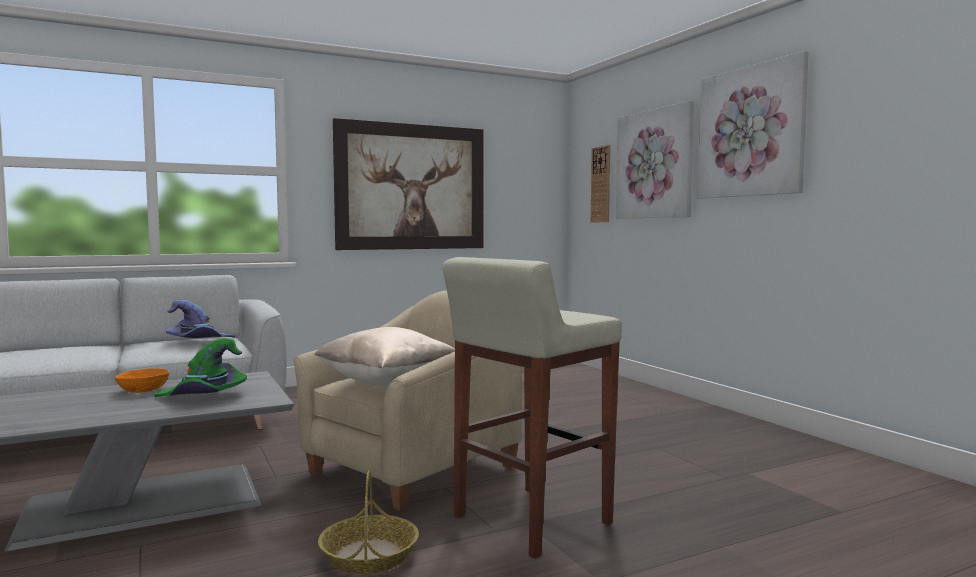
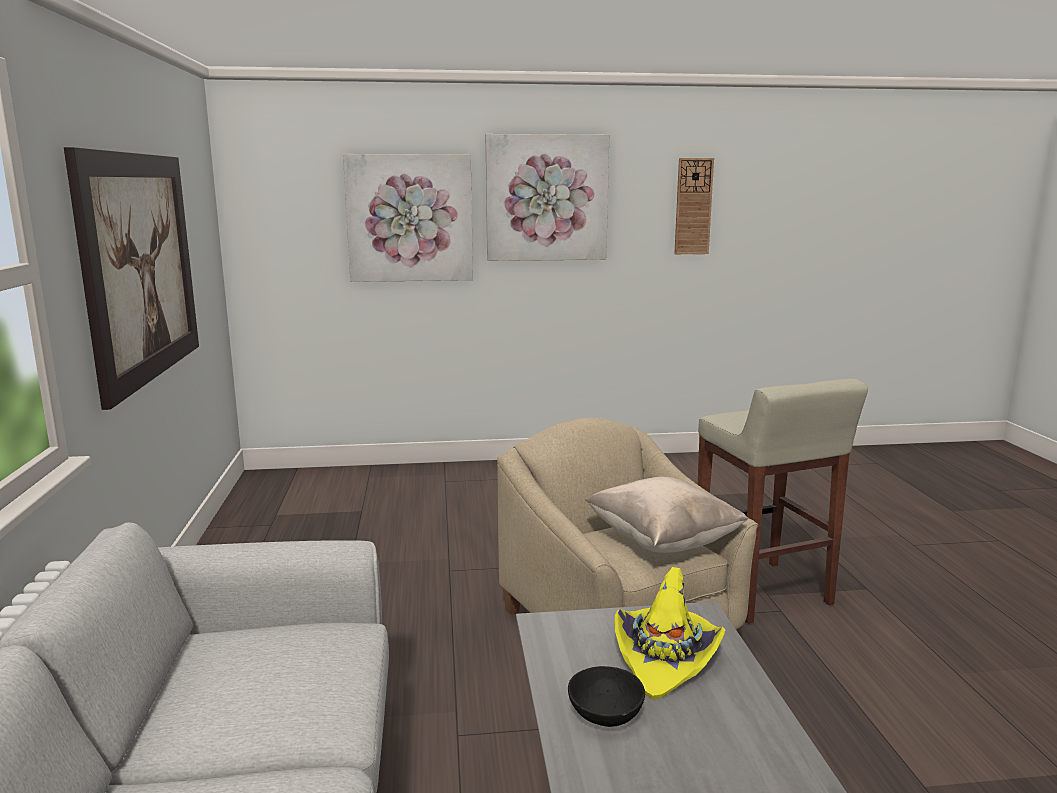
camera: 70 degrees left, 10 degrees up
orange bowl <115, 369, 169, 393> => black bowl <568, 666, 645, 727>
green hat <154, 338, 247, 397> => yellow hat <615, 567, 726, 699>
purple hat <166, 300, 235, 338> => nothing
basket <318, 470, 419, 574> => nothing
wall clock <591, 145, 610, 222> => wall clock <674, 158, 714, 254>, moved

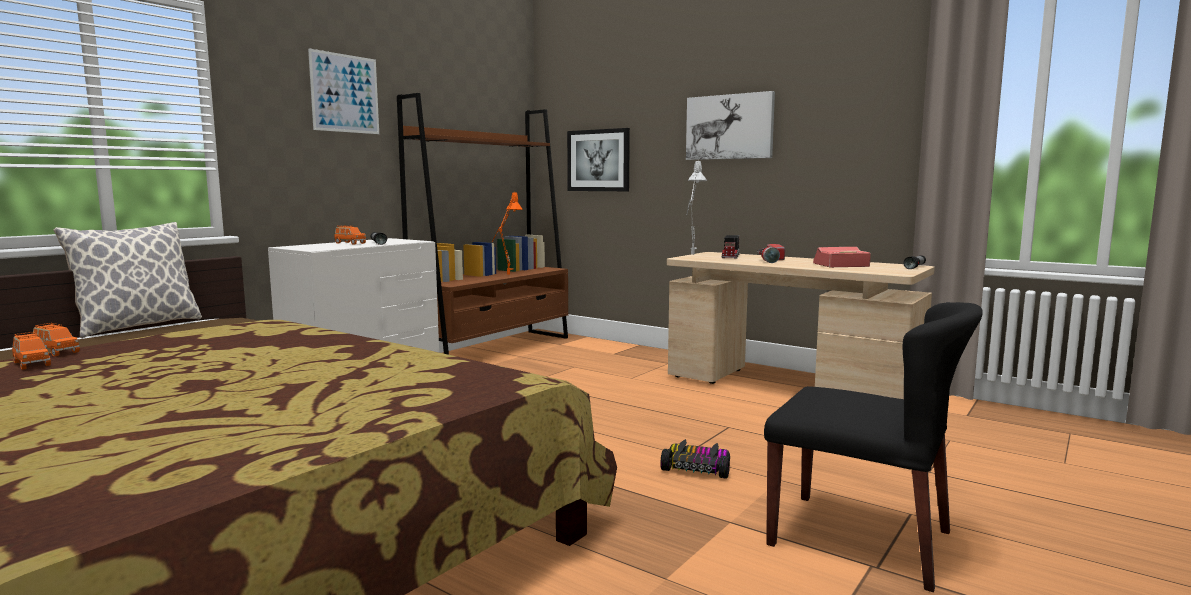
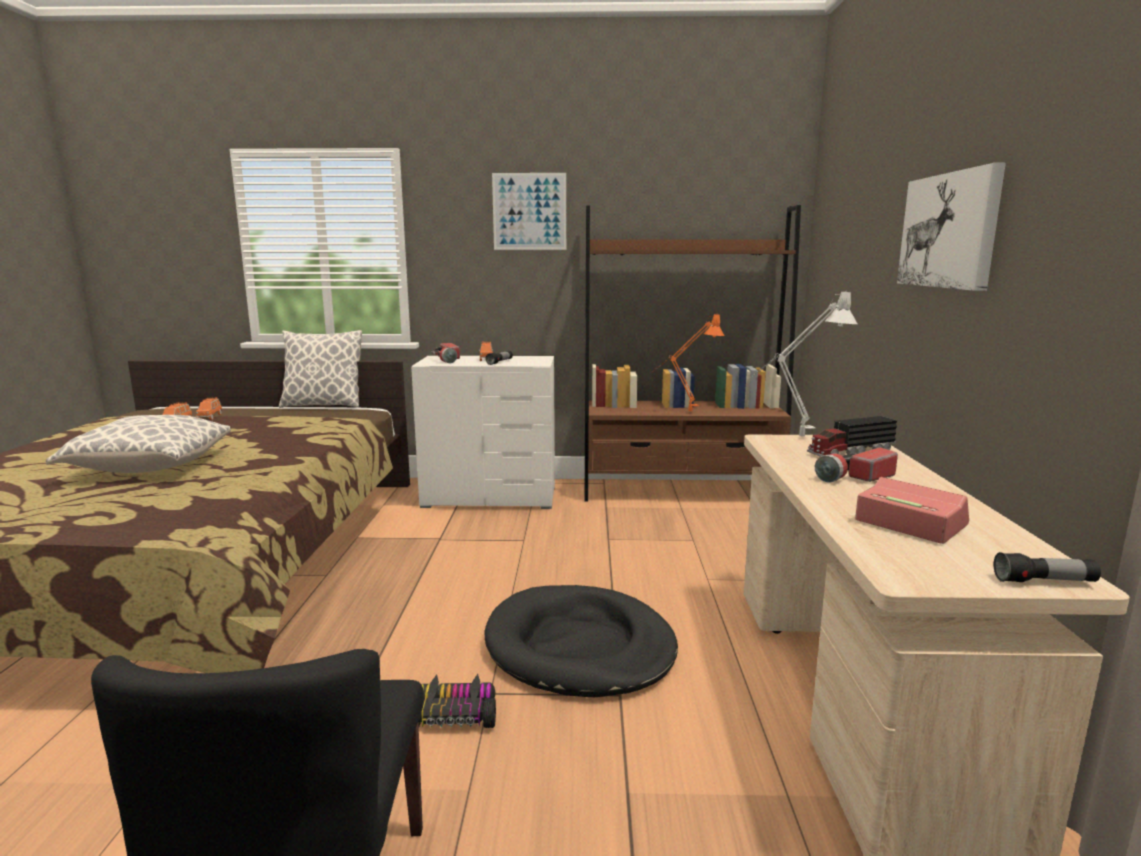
camera: 55 degrees right, 5 degrees up
picture <567, 128, 630, 191> => nothing
toy car <661, 439, 730, 478> => toy car <418, 674, 496, 728>, 75 degrees counterclockwise
nothing => pillow <46, 415, 231, 473>
nothing => flashlight <431, 343, 460, 363>
nothing => black dog bed <484, 585, 678, 697>

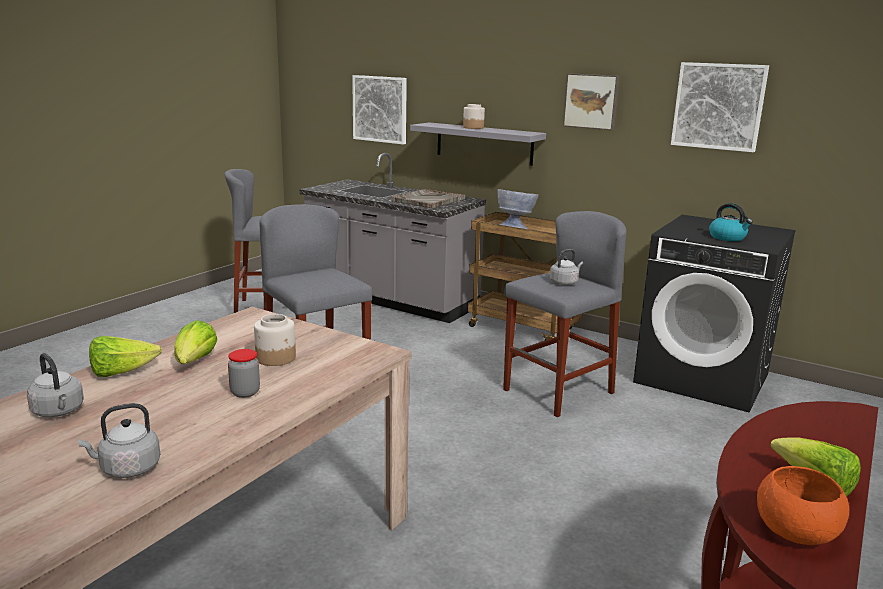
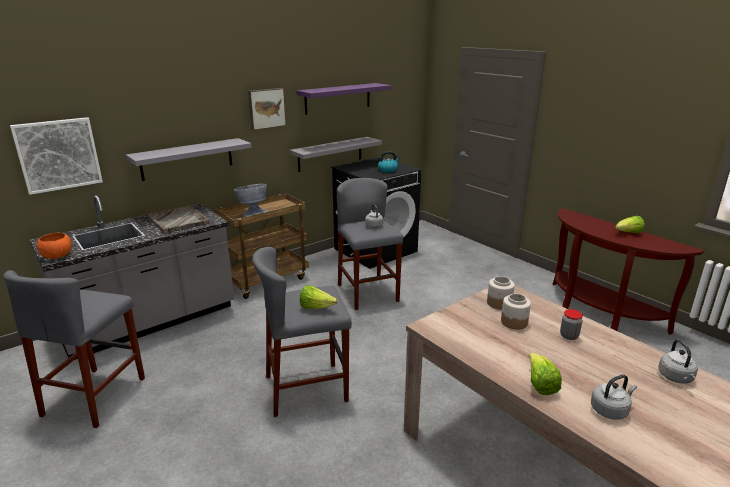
camera: 70 degrees left, 5 degrees up
lettuce <174, 320, 217, 364> => lettuce <300, 285, 338, 309>, moved
jar <463, 104, 485, 129> => jar <487, 276, 515, 310>, moved
picture <671, 62, 769, 152> => purple shelf <296, 83, 391, 115>
orange bowl <757, 466, 849, 545> => orange bowl <37, 233, 72, 259>, moved
nothing => grey shelf <290, 137, 382, 172>

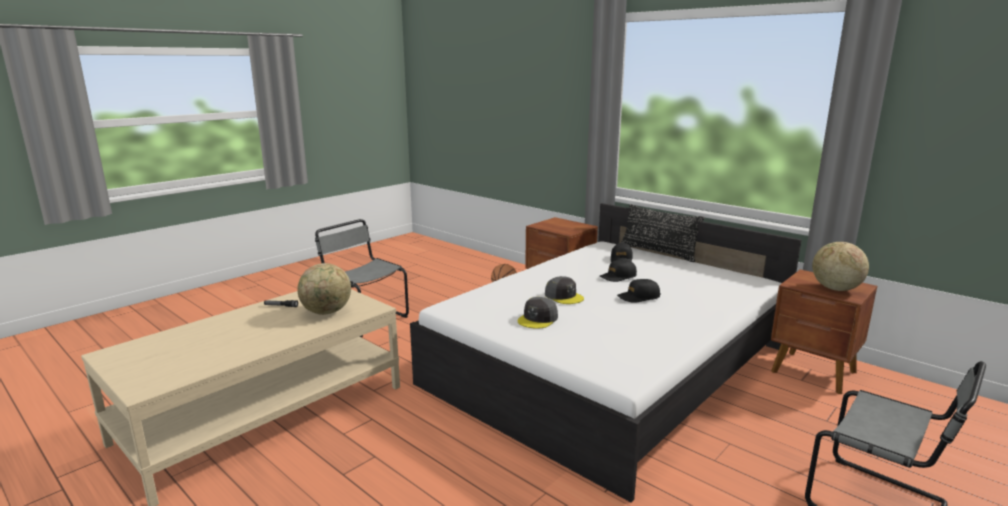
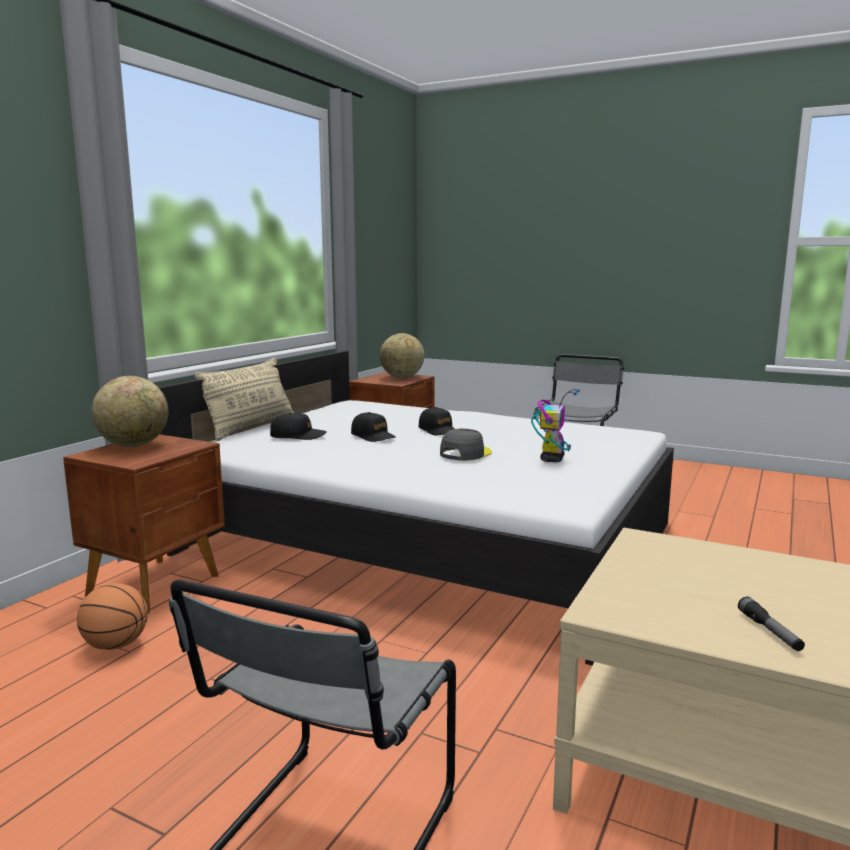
camera: 105 degrees left, 5 degrees down
globe <297, 263, 351, 315> => globe <92, 376, 169, 447>, moved
grey cap <518, 297, 558, 329> => toy robot <531, 389, 580, 462>
black pillow <621, 204, 704, 262> => beige pillow <195, 358, 294, 441>

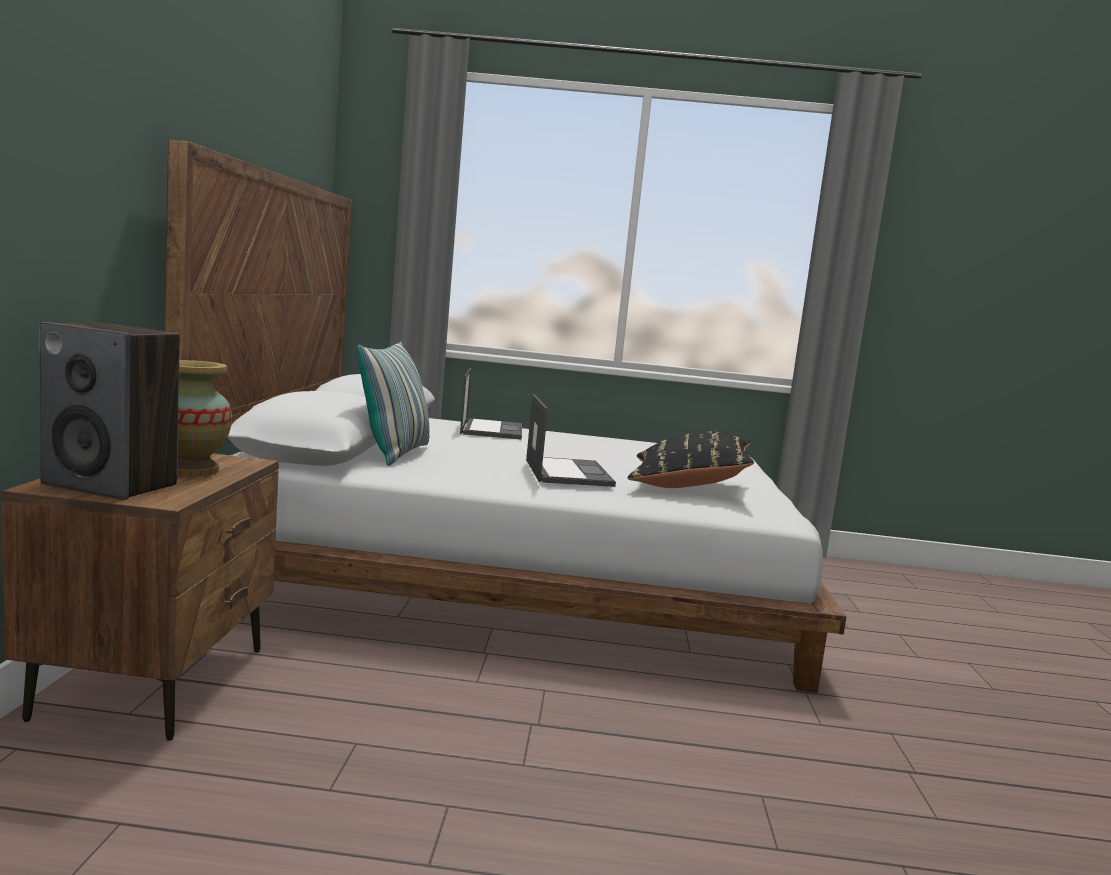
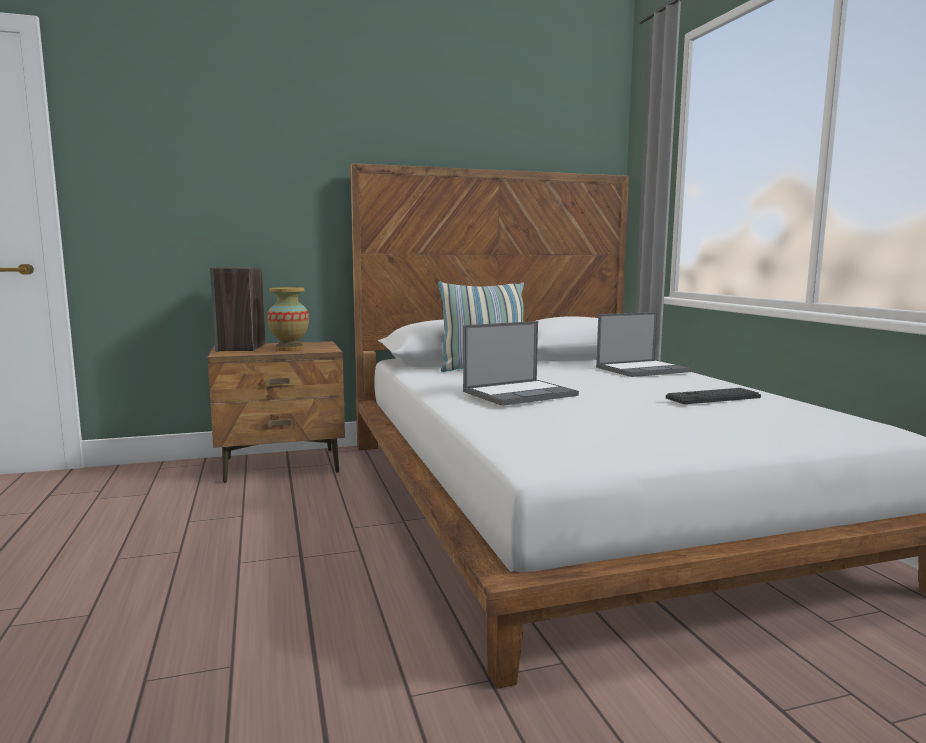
camera: 70 degrees right, 0 degrees up
black pillow <628, 431, 754, 488> => nothing
nothing => keyboard <666, 388, 761, 404>

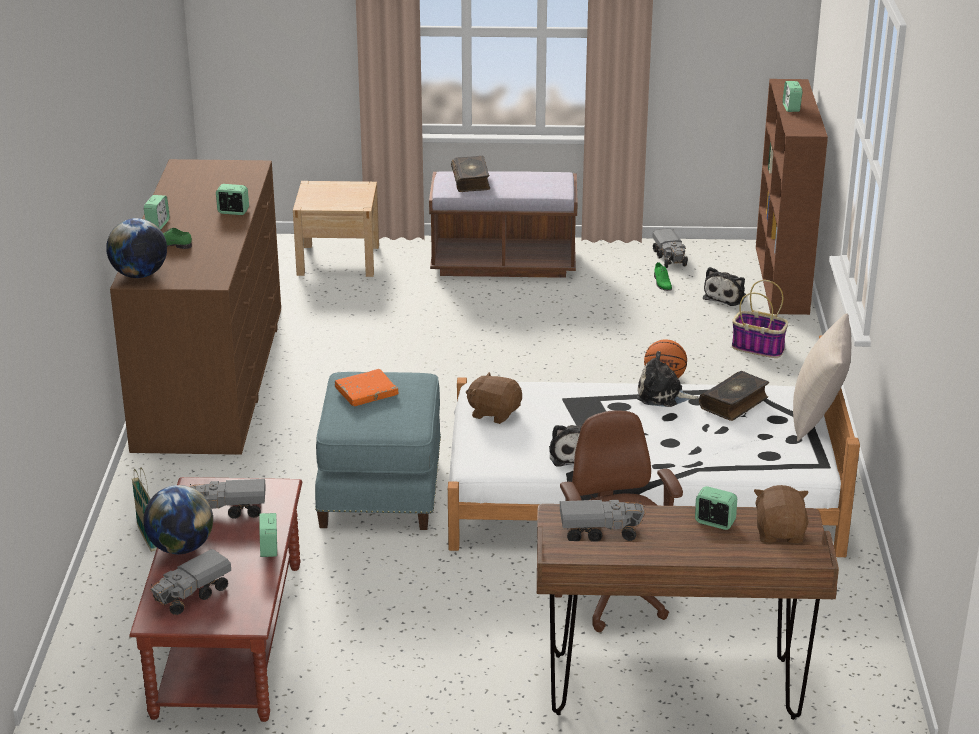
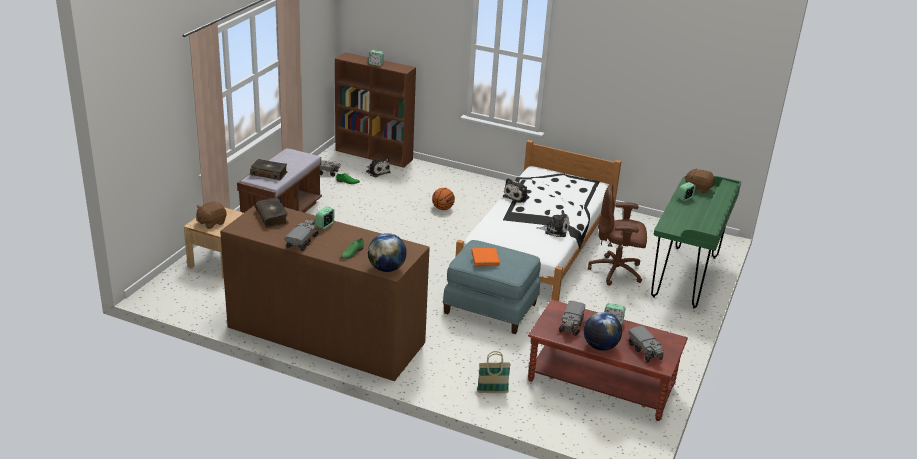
camera: 70 degrees left, 0 degrees up
alarm clock <144, 195, 170, 230> => nothing
brown plush toy <466, 372, 522, 424> => brown plush toy <196, 201, 227, 229>, moved
brown desk <537, 504, 839, 720> => green desk <651, 176, 741, 308>
toy truck <560, 500, 646, 542> => toy truck <285, 218, 319, 251>, moved
book <699, 371, 769, 421> => book <255, 197, 289, 228>, moved
basket <732, 280, 788, 358> => nothing
beige pillow <793, 313, 851, 441> => nothing

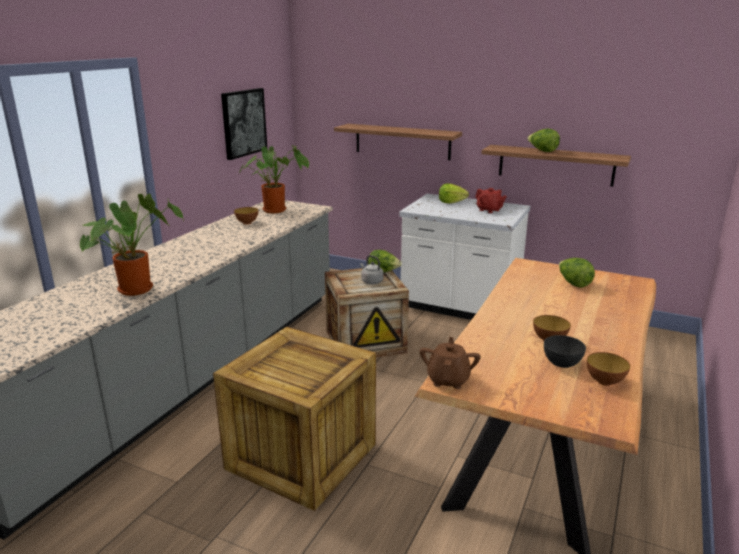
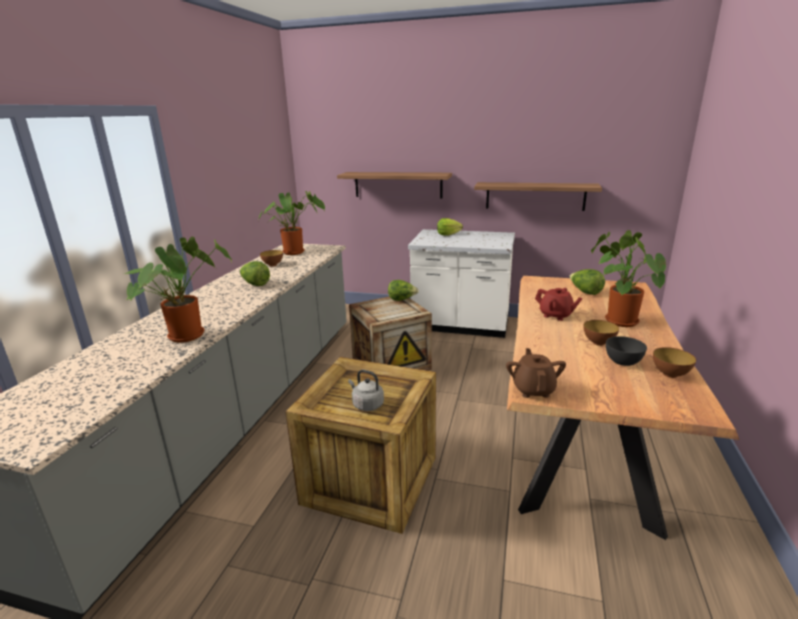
camera: 10 degrees left, 0 degrees up
picture <221, 88, 267, 160> => nothing
grey kettle <360, 255, 384, 284> => grey kettle <348, 370, 384, 411>, moved
red teapot <475, 188, 507, 213> => red teapot <535, 288, 583, 321>, moved
lettuce <527, 129, 560, 152> => lettuce <240, 261, 270, 286>, moved
nothing => potted plant <591, 230, 667, 327>

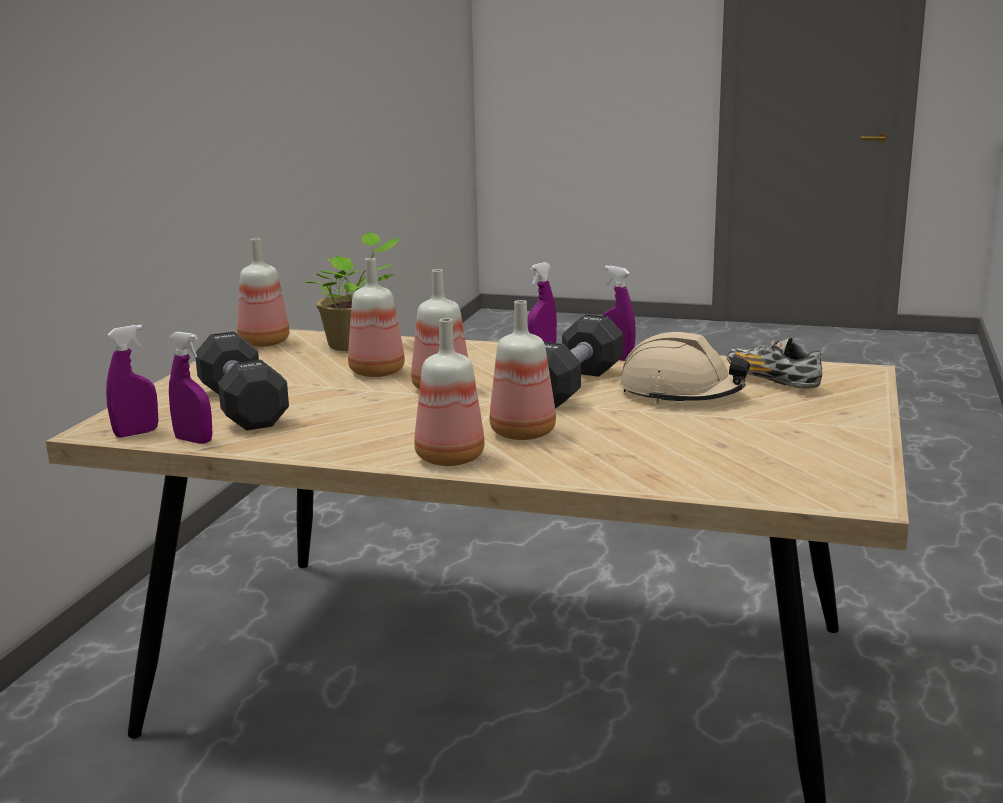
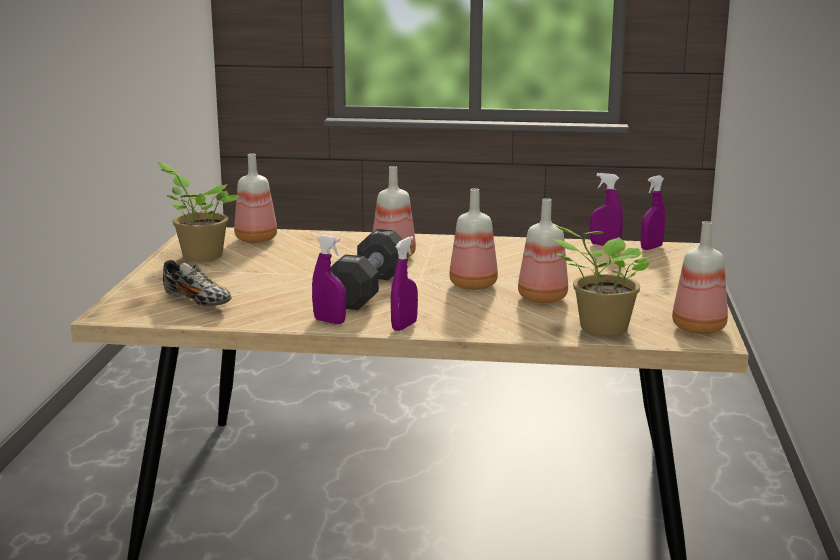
camera: 170 degrees right, 0 degrees up
black dumbbell <195, 332, 289, 430> => nothing
bottle <414, 318, 485, 466> => bottle <234, 153, 277, 243>, moved
beige hard hat <619, 332, 750, 404> => nothing
nothing => potted plant <158, 162, 240, 261>

